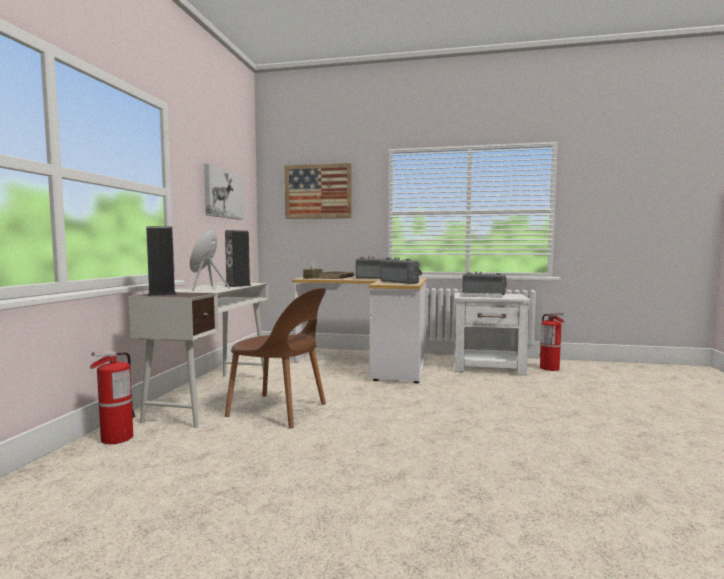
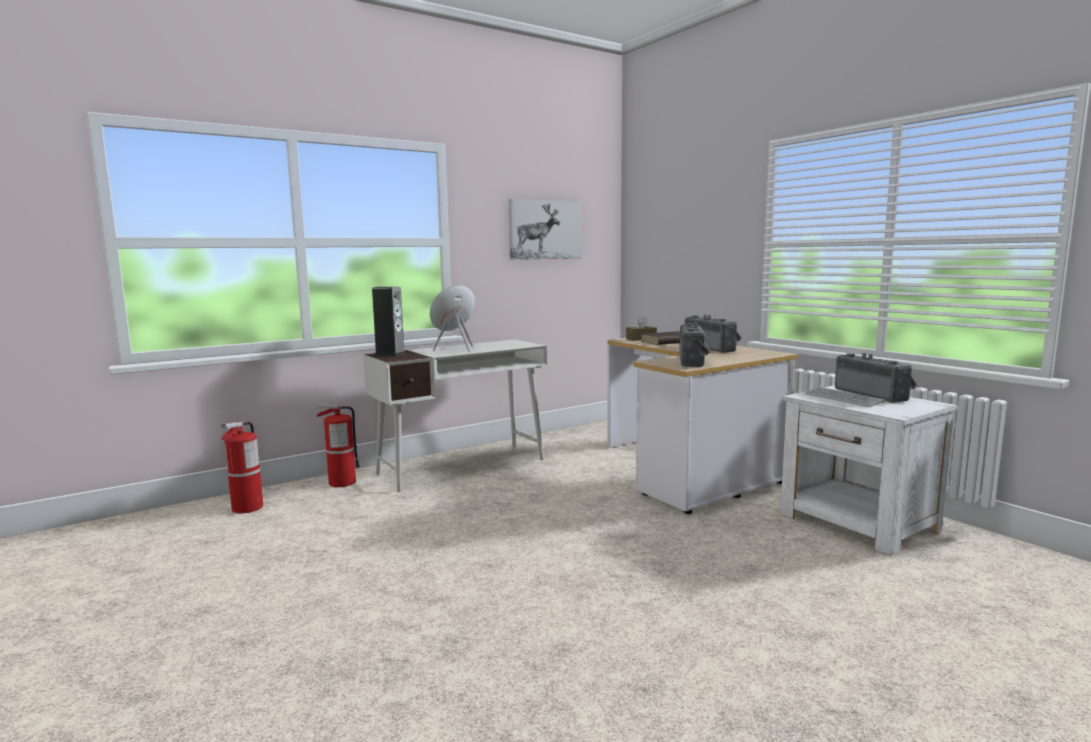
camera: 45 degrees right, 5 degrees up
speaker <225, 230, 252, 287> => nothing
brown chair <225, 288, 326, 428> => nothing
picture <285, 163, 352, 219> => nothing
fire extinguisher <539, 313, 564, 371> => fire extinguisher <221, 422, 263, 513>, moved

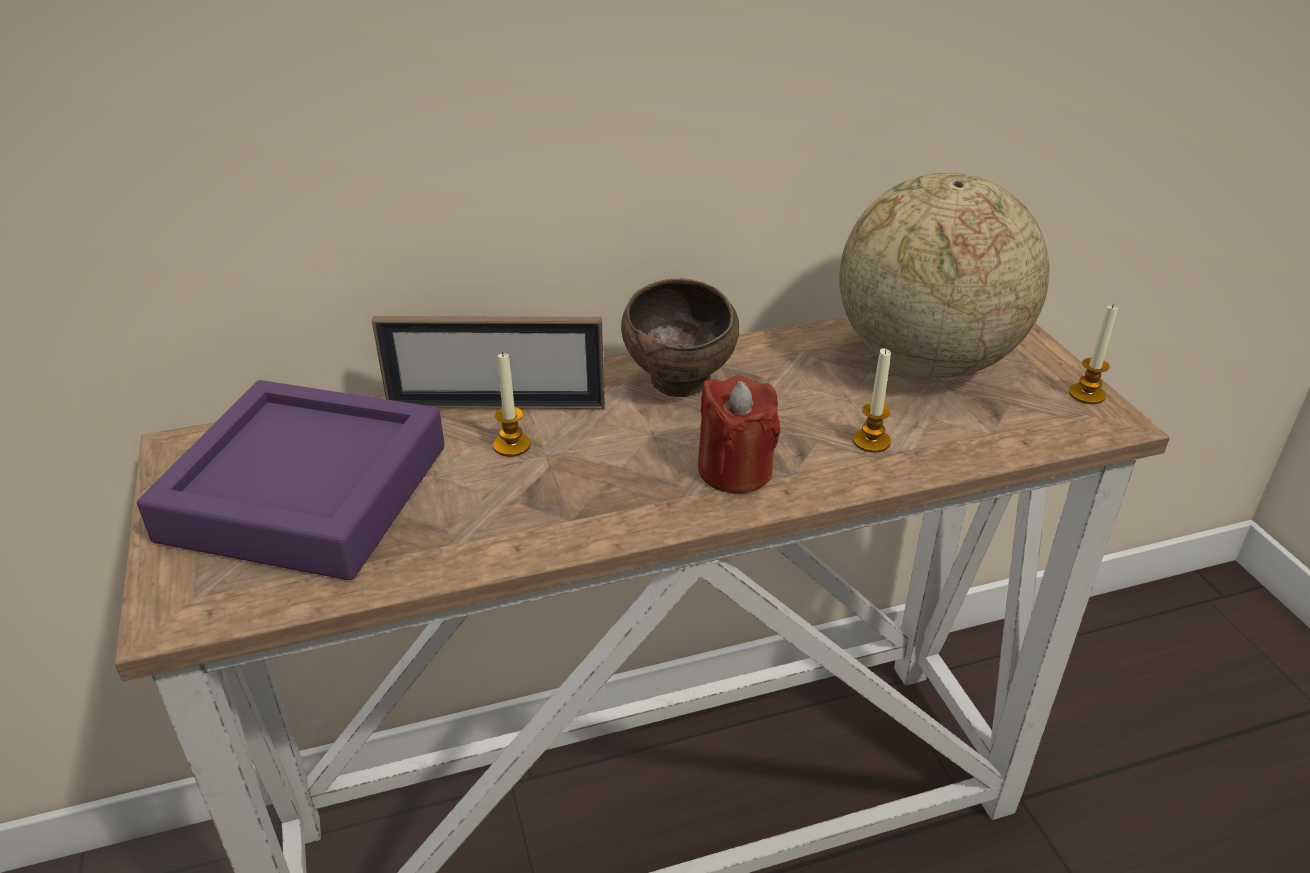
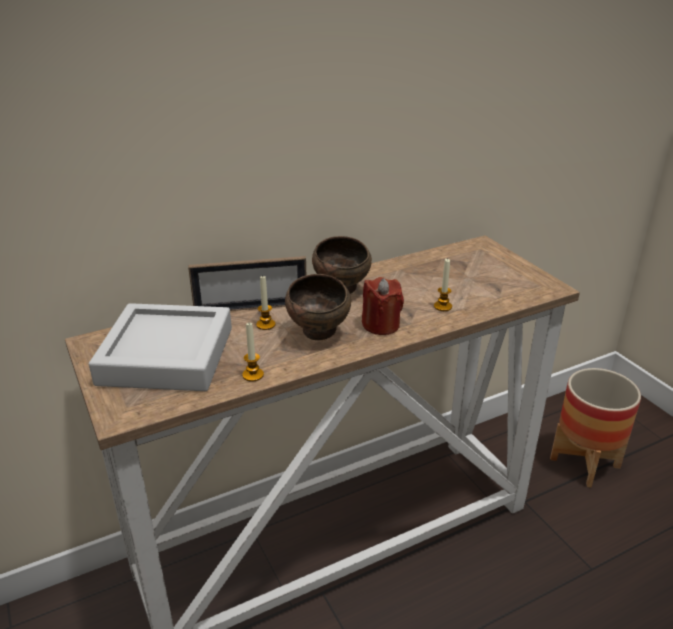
camera: 10 degrees left, 5 degrees down
purple tray <137, 380, 445, 580> => grey tray <89, 303, 232, 391>
globe <840, 173, 1049, 378> => nothing
candle <1069, 304, 1118, 404> => candle <242, 323, 264, 382>, moved
nothing => brown bowl <285, 274, 351, 340>
nothing => planter <550, 368, 641, 488>

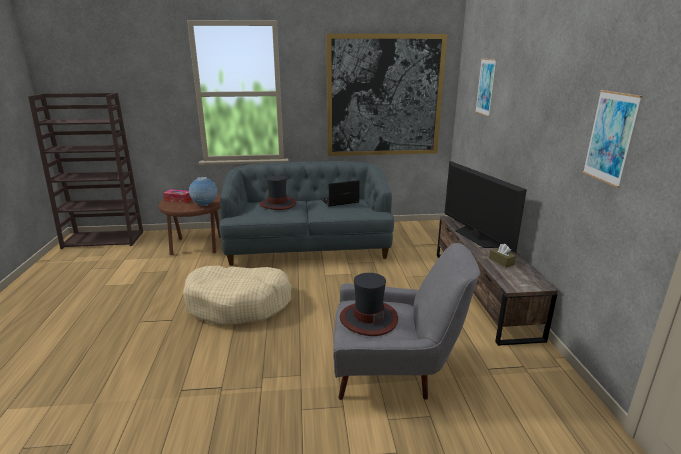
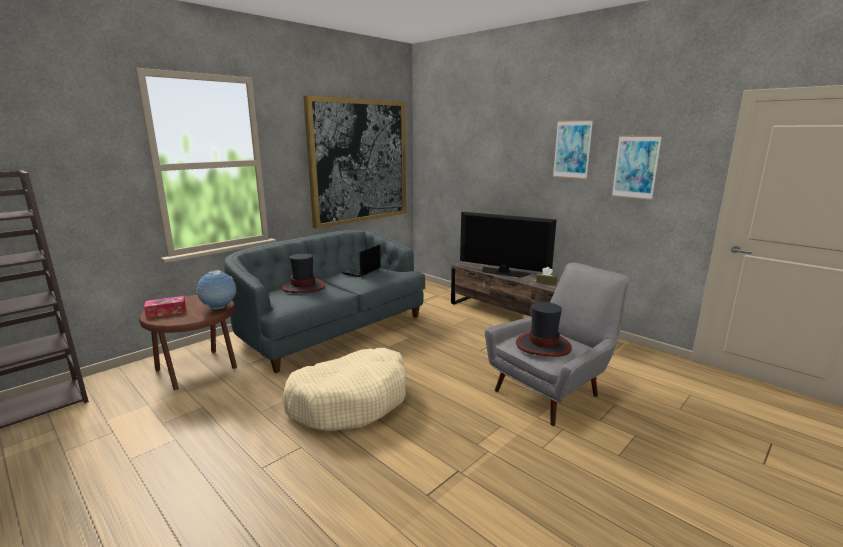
camera: 40 degrees left, 5 degrees down
picture <475, 58, 497, 117> => picture <553, 120, 593, 179>, moved

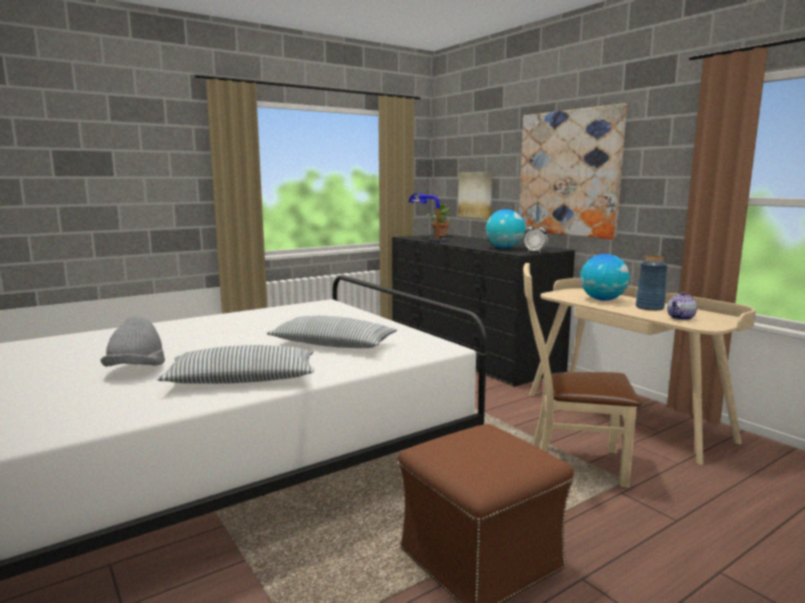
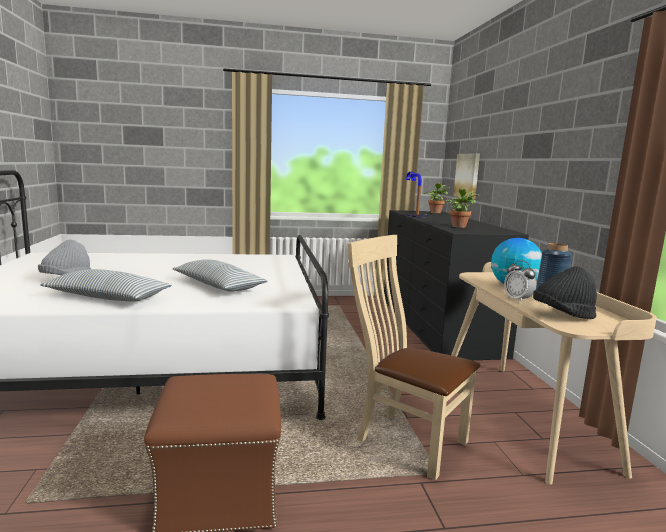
camera: 25 degrees right, 0 degrees up
globe <486, 209, 525, 248> => potted plant <444, 189, 479, 228>
picture <519, 103, 627, 239> => nothing
alarm clock <524, 222, 548, 252> => alarm clock <504, 260, 536, 303>, moved
teapot <667, 292, 697, 320> => black hat <533, 266, 597, 319>

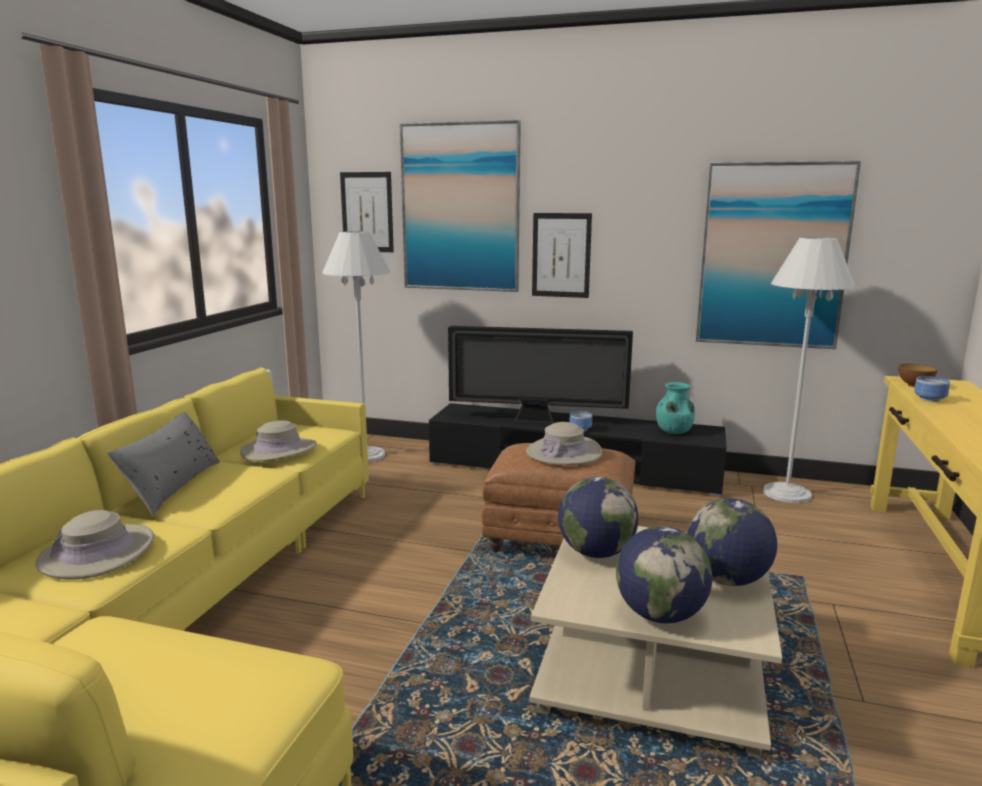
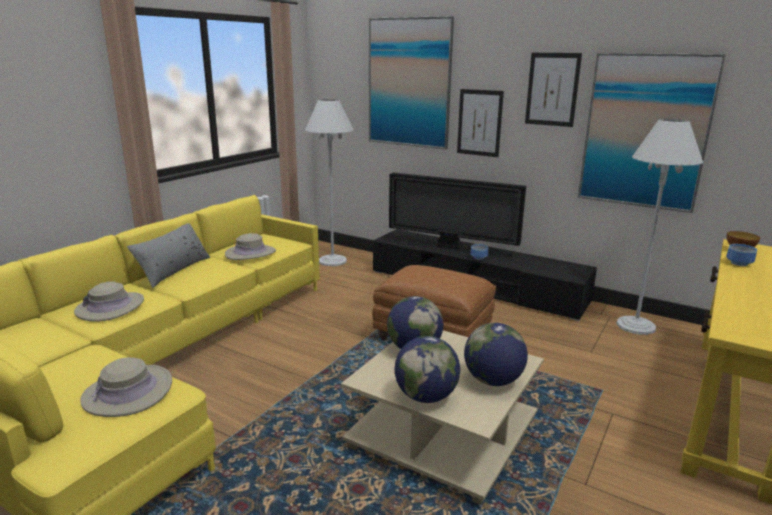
camera: 15 degrees right, 5 degrees up
picture <340, 172, 394, 252> => picture <525, 53, 582, 127>, moved
beige hat <526, 422, 602, 465> => beige hat <80, 358, 172, 417>, moved
turquoise vase <656, 382, 695, 434> => nothing

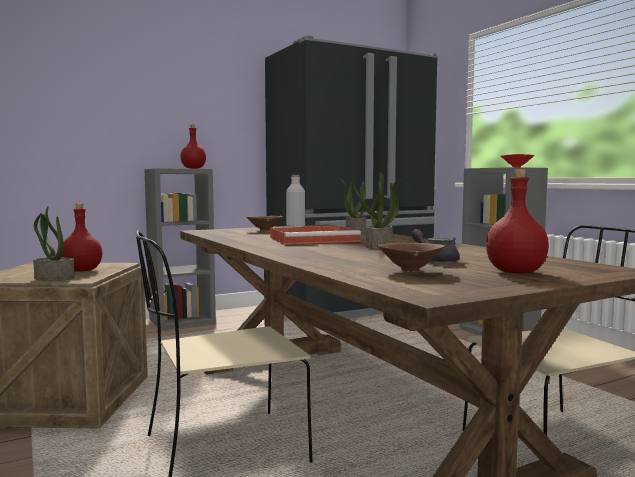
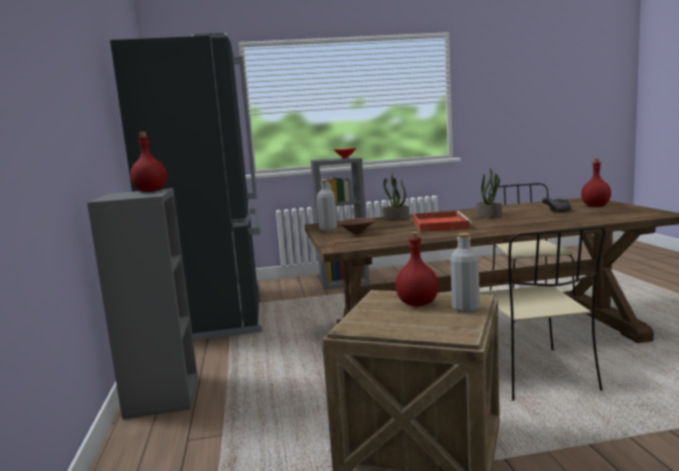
camera: 70 degrees left, 5 degrees up
potted plant <33, 206, 75, 281> => grey bottle <450, 233, 480, 313>
brown bowl <377, 243, 445, 272> => nothing

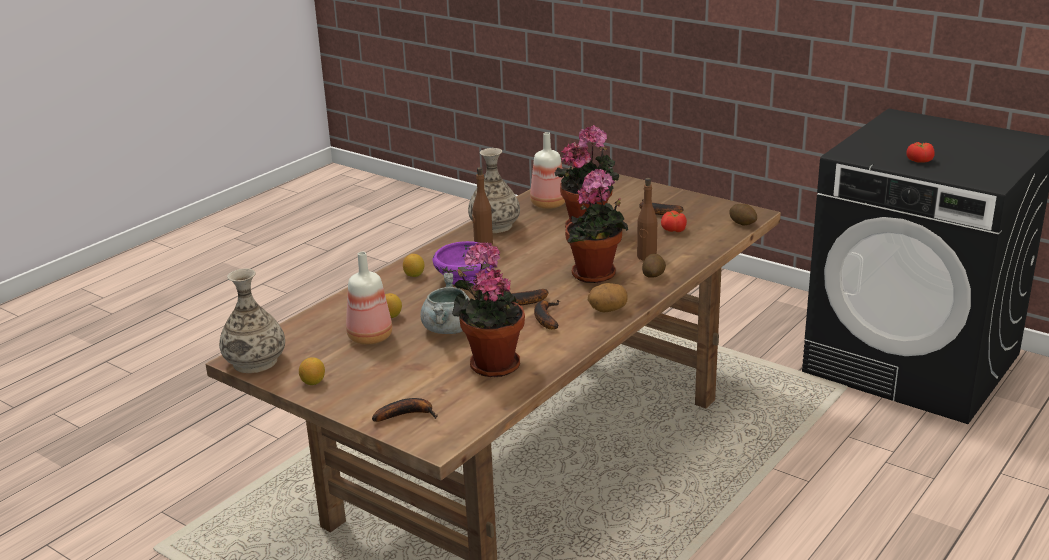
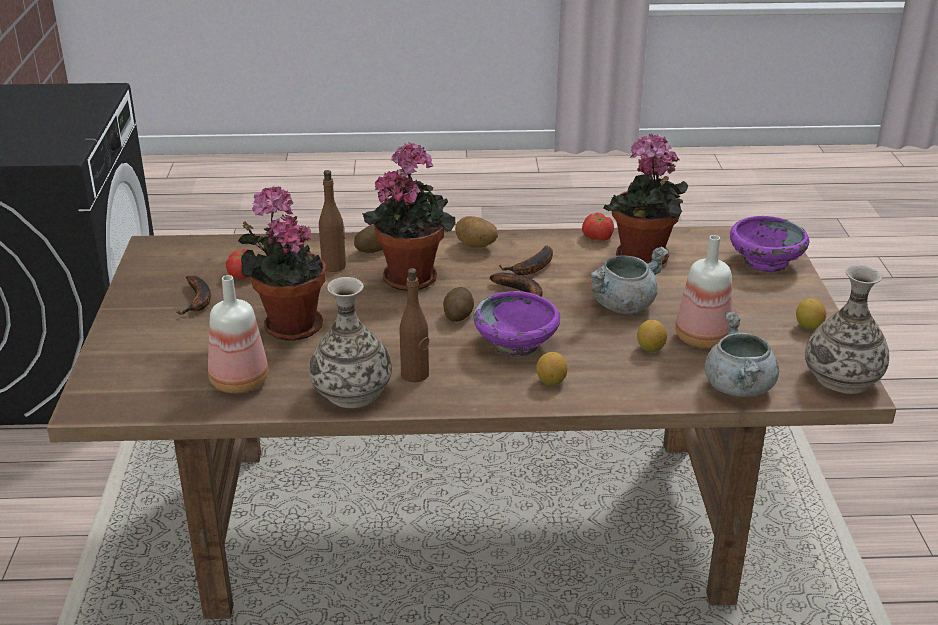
camera: 130 degrees left, 5 degrees up
banana <372, 398, 438, 422> => purple bowl <730, 216, 810, 272>
potato <729, 204, 757, 225> => potato <443, 287, 474, 322>, moved
tomato <906, 142, 935, 163> => tomato <582, 213, 614, 241>, moved
nothing => grey cooking pot <704, 312, 779, 397>

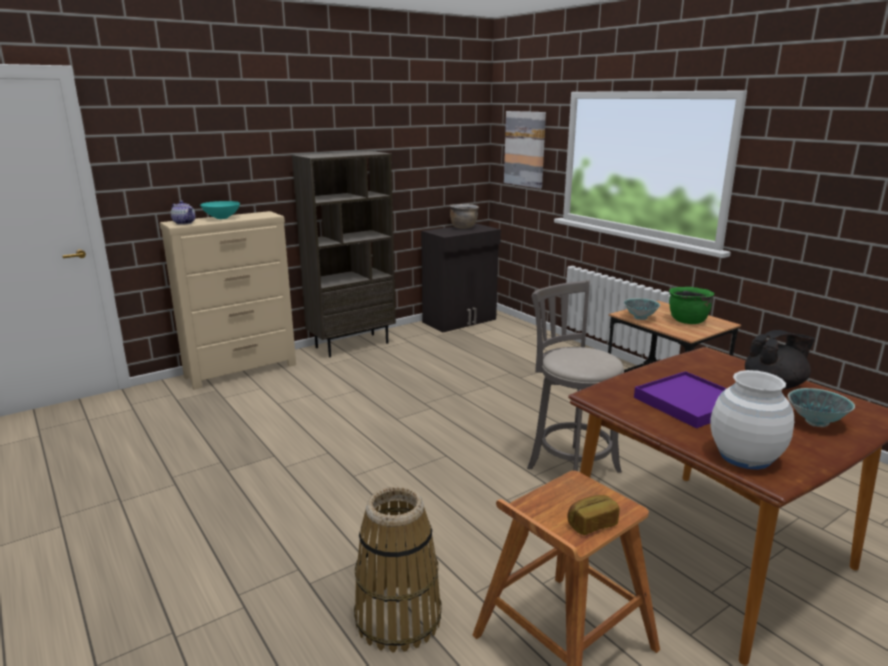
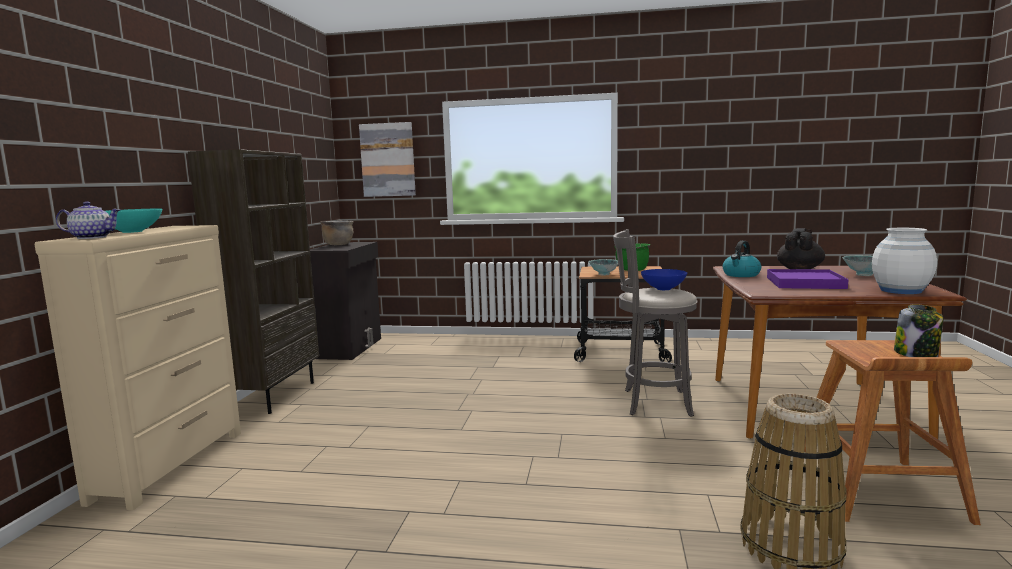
camera: 45 degrees left, 10 degrees down
bread <567, 495, 620, 535> => jar <894, 304, 943, 357>
nothing => blue bowl <641, 269, 687, 290>
nothing => kettle <723, 241, 761, 277>

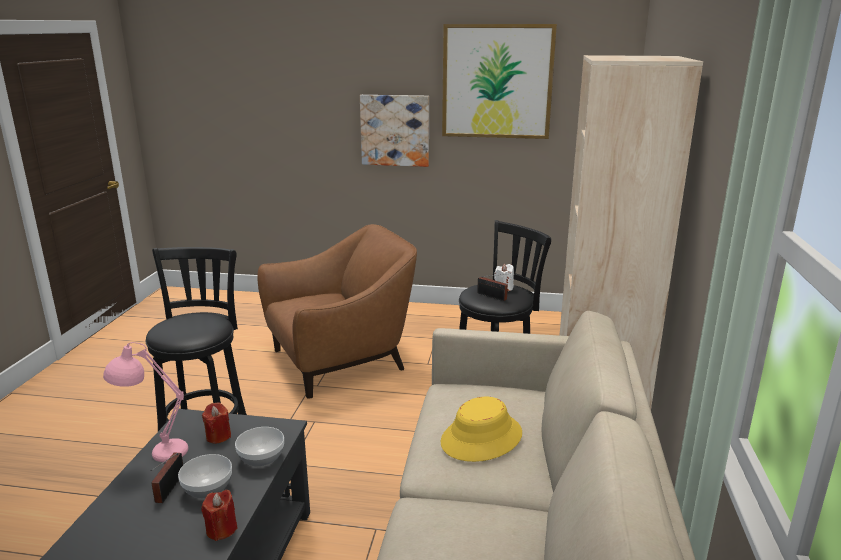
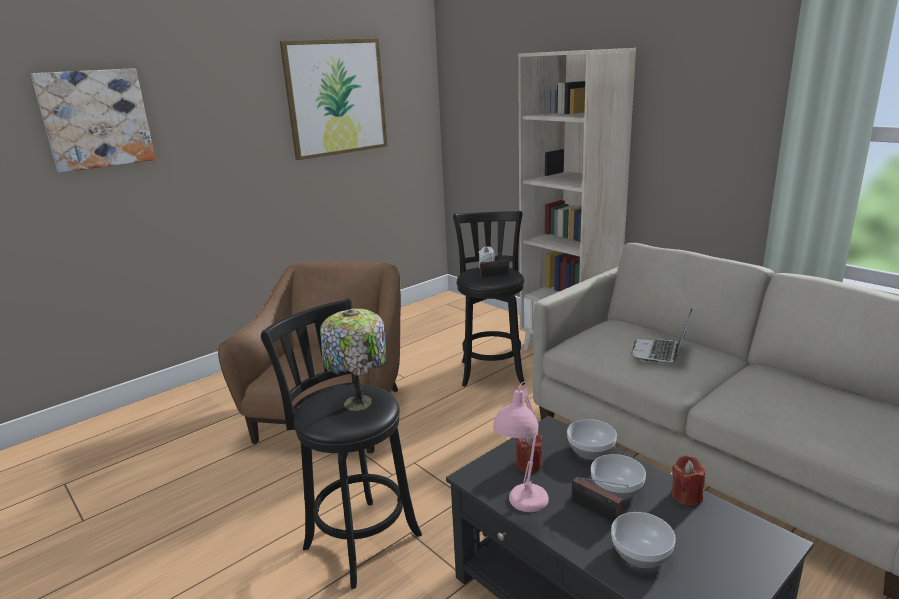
camera: 50 degrees left, 0 degrees up
picture <360, 95, 429, 167> => picture <31, 68, 155, 173>, moved
yellow hat <441, 397, 522, 462> => laptop <631, 308, 692, 363>
nothing => table lamp <320, 308, 387, 411>
nothing => bowl <611, 512, 676, 568>

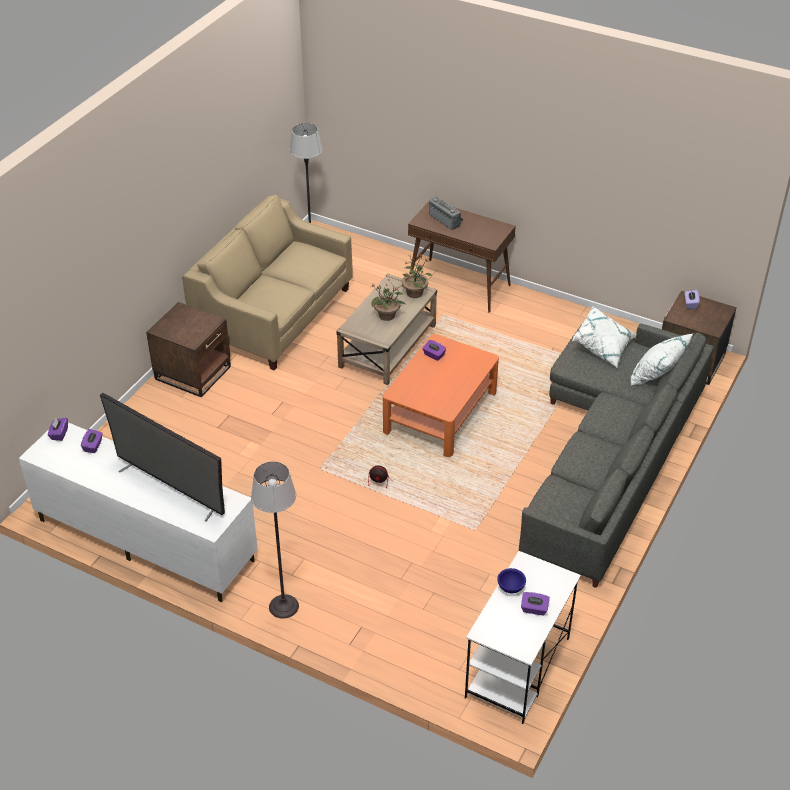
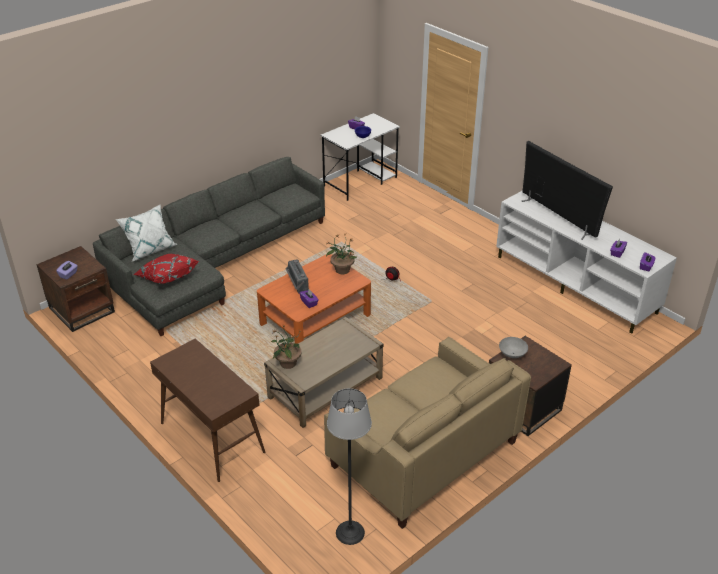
camera: 160 degrees left, 5 degrees down
floor lamp <251, 461, 299, 619> => nothing
potted plant <370, 279, 406, 321> => potted plant <326, 233, 357, 274>, moved
radio <429, 197, 464, 230> => radio <286, 259, 309, 293>, moved
white pillow <572, 306, 636, 367> => red pillow <134, 254, 199, 284>
nothing => grey bowl <499, 337, 528, 358>

